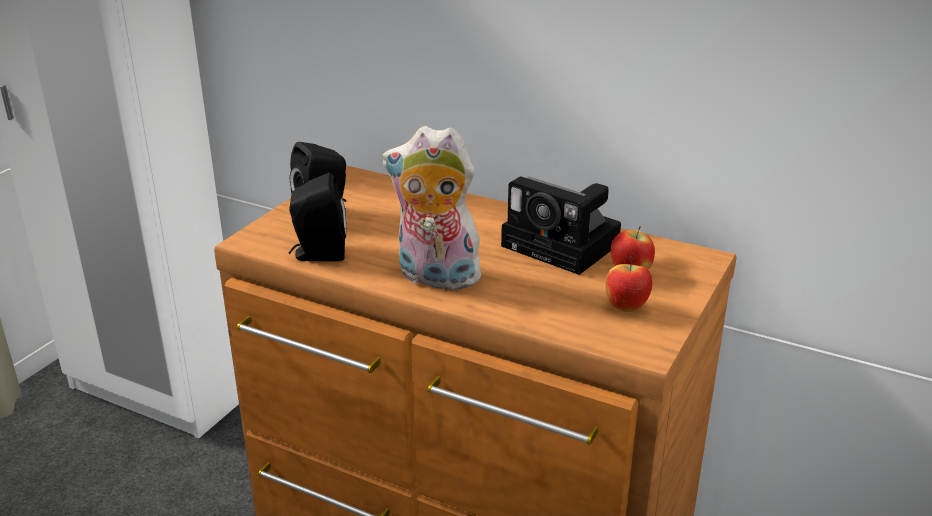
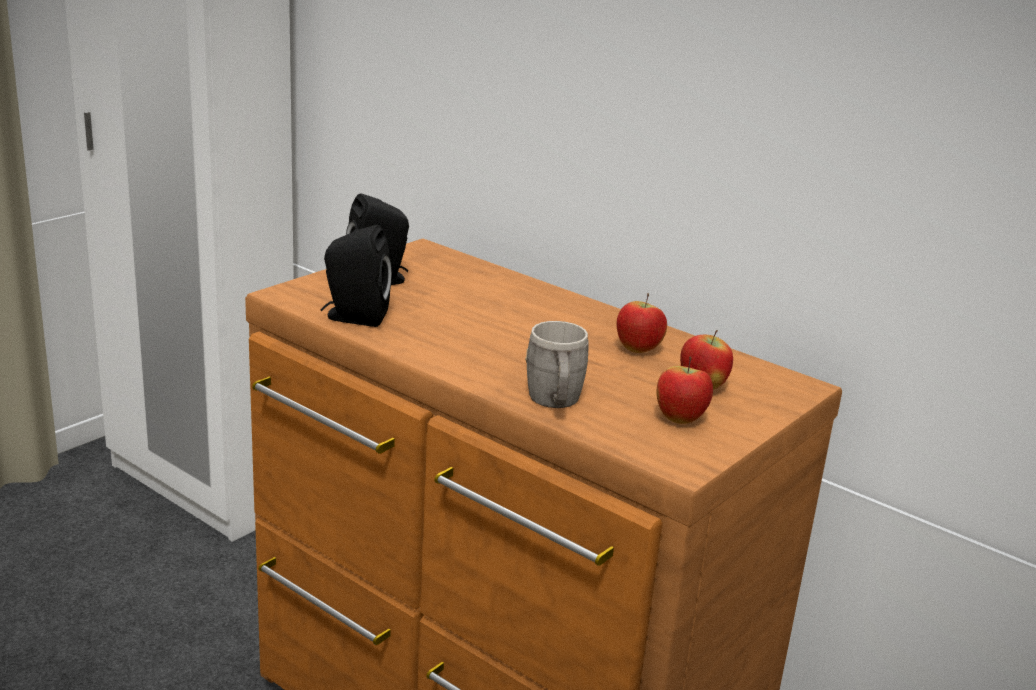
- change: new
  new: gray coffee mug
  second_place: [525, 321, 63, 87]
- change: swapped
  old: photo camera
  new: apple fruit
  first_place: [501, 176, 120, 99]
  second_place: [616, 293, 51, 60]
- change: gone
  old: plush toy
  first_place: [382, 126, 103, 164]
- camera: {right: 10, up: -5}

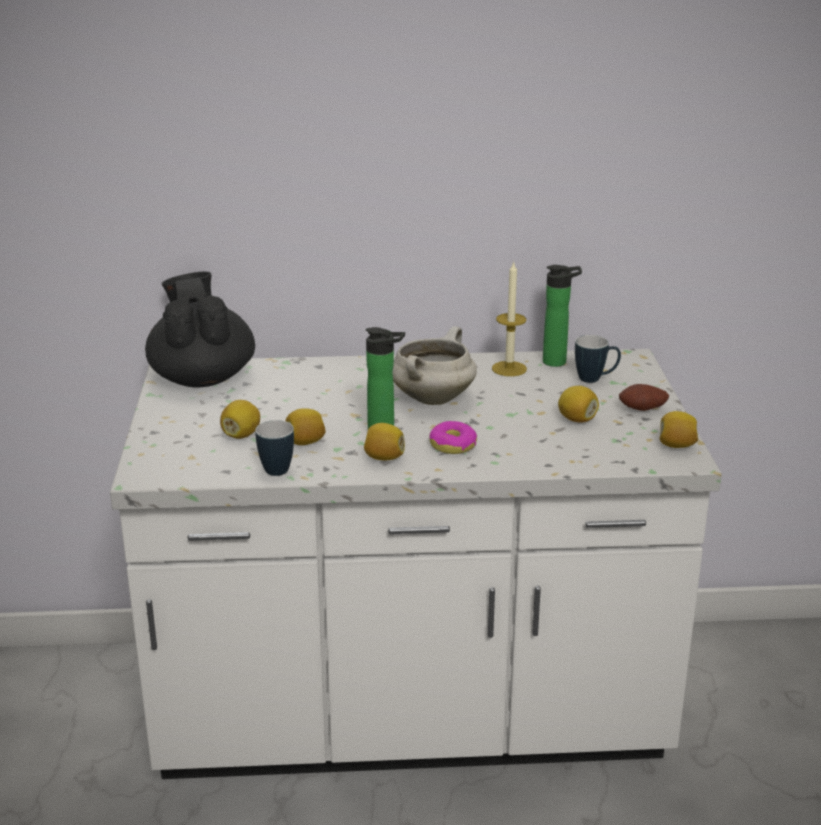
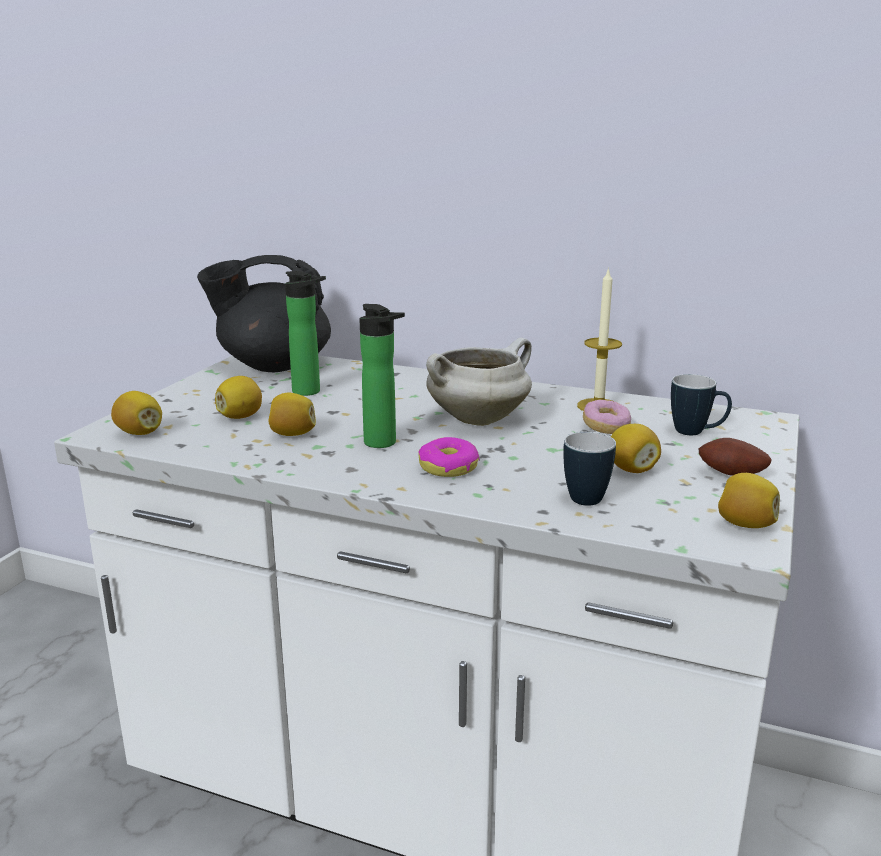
- change: shifted
  old: whole lemon
  first_place: [364, 423, 41, 37]
  second_place: [111, 391, 51, 44]
- change: rotated
  old: blackish pot for tea
  first_place: [145, 272, 110, 116]
  second_place: [197, 255, 134, 117]
  degrees: -105
- change: shifted
  old: beverage bottle
  first_place: [543, 265, 39, 102]
  second_place: [285, 271, 41, 125]
- change: shifted
  old: coffee mug
  first_place: [255, 420, 39, 56]
  second_place: [563, 432, 53, 74]
- change: new
  new: doughnut
  second_place: [583, 400, 48, 34]
- camera: {right: 25, up: -5}

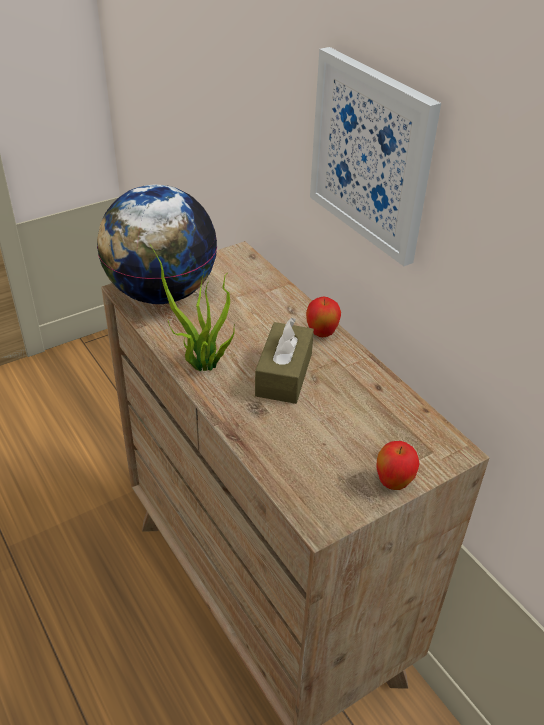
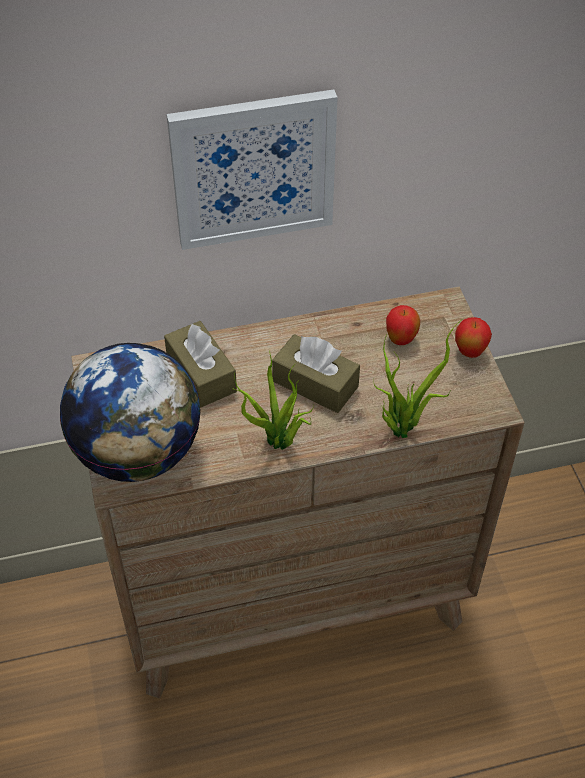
- change: new
  new: brownish tissue box
  second_place: [164, 321, 73, 86]
- change: new
  new: houseplant
  second_place: [373, 320, 88, 118]
- change: shifted
  old: apple fruit
  first_place: [306, 296, 35, 41]
  second_place: [386, 305, 34, 40]
- camera: {right: -70, up: 10}

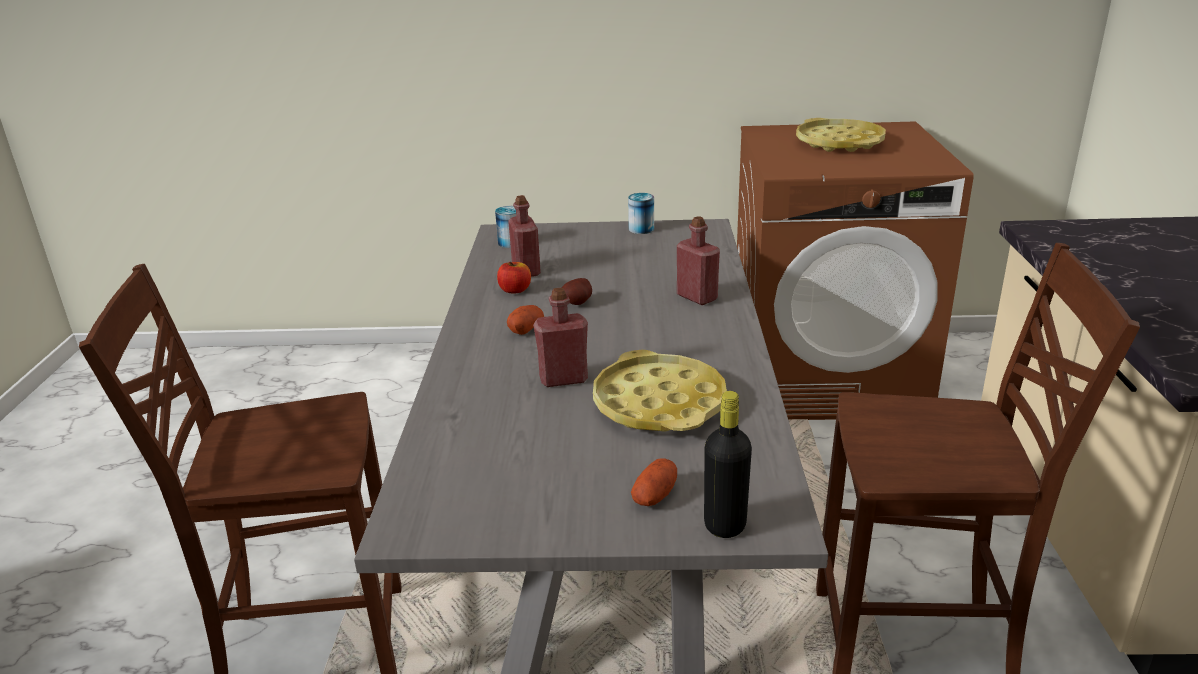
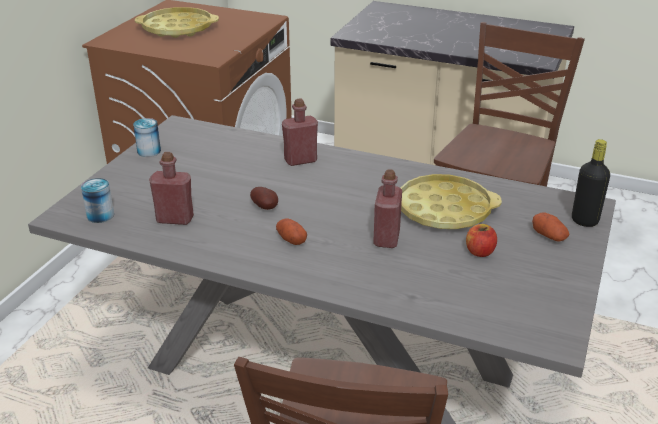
- change: shifted
  old: apple fruit
  first_place: [497, 262, 34, 31]
  second_place: [466, 224, 31, 33]
- camera: {right: -70, up: 5}

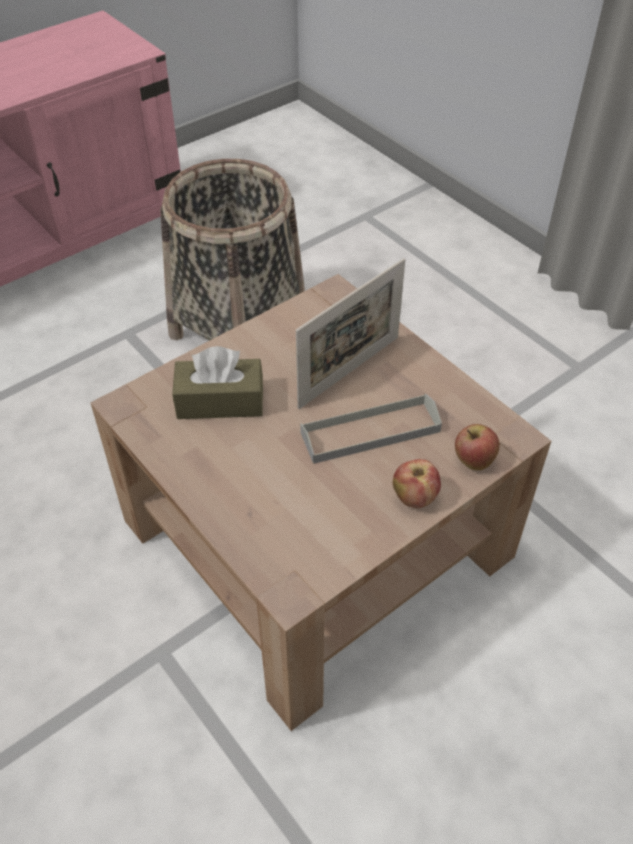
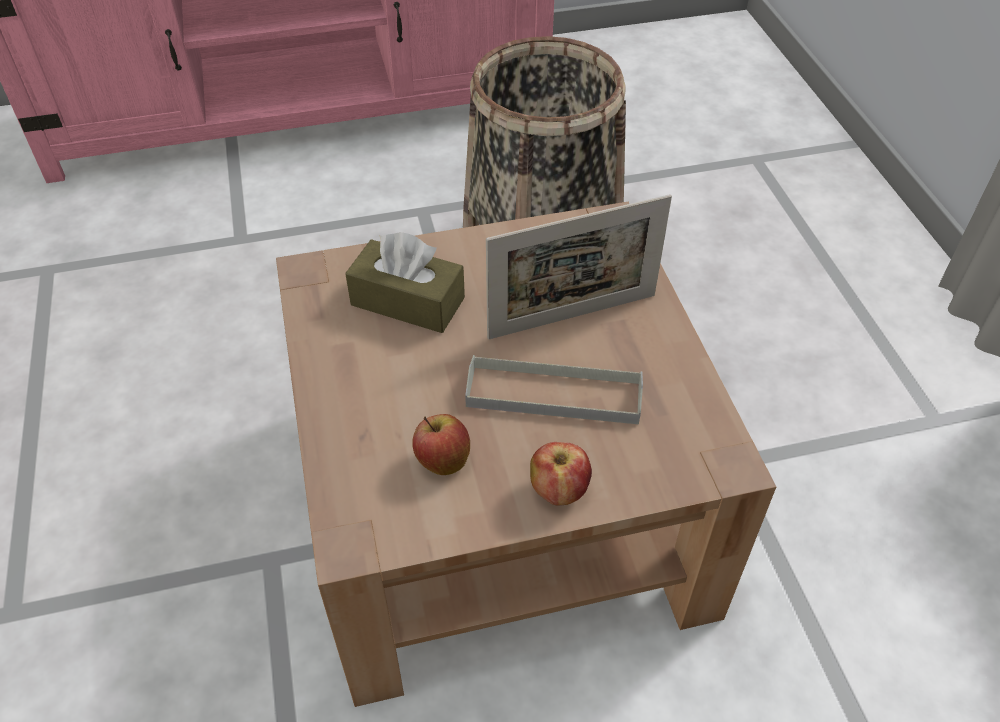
- change: shifted
  old: apple fruit
  first_place: [455, 424, 45, 46]
  second_place: [412, 414, 58, 61]
- camera: {right: 25, up: 0}

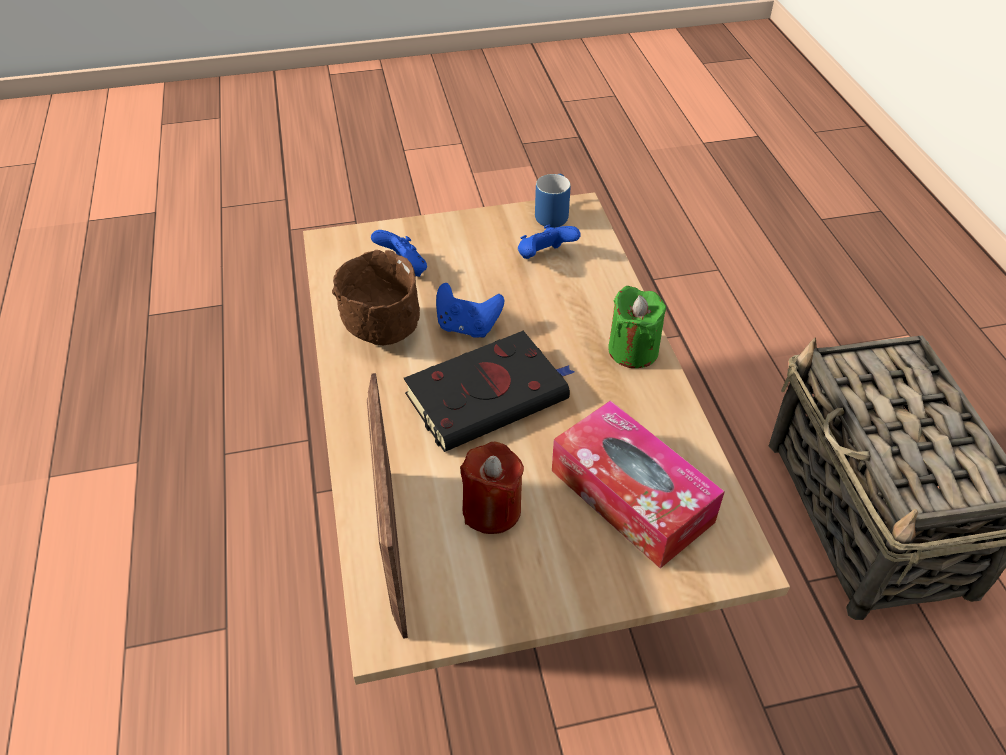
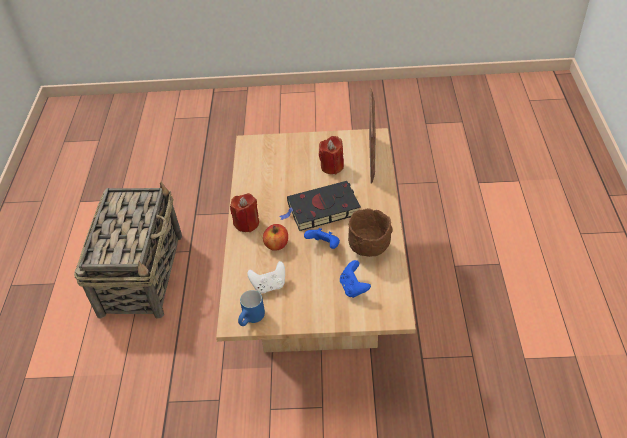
- change: repainted
  old: greenish wax candle
  new: reddish wax candle
  first_place: [608, 286, 58, 82]
  second_place: [230, 193, 29, 39]
- change: repainted
  old: blue joypad
  new: whitish joypad
  first_place: [518, 224, 63, 35]
  second_place: [247, 261, 38, 32]
- change: new
  new: apple fruit
  second_place: [263, 224, 25, 27]
- change: gone
  old: tissue box
  first_place: [552, 400, 173, 168]
- camera: {right: -165, up: 0}

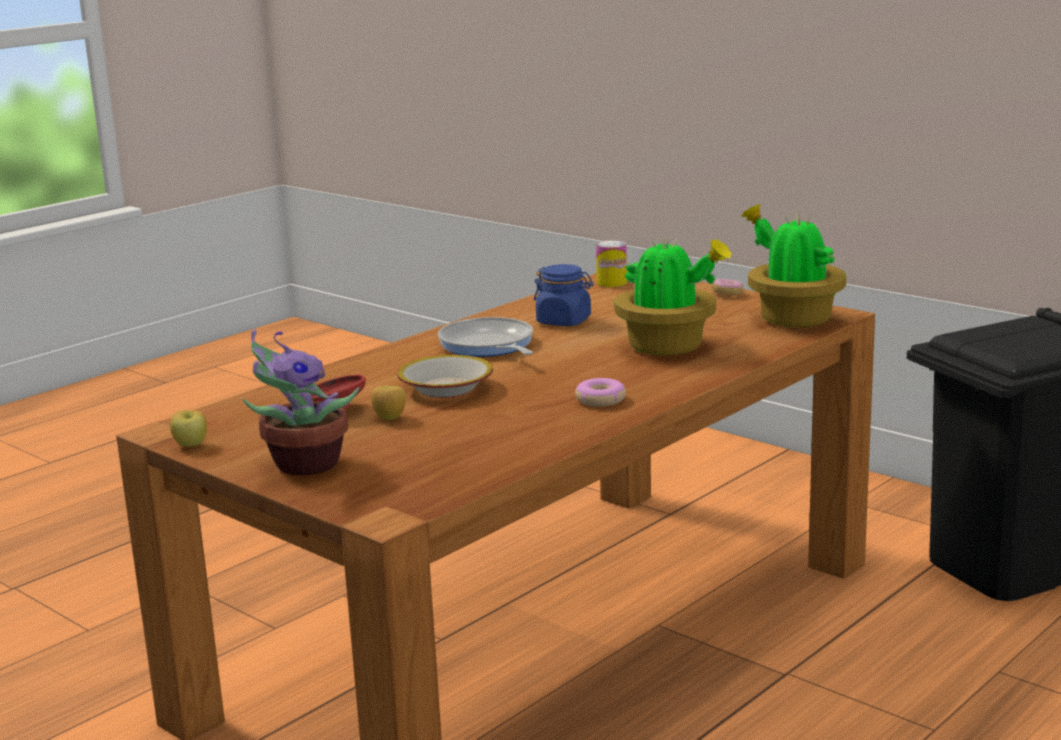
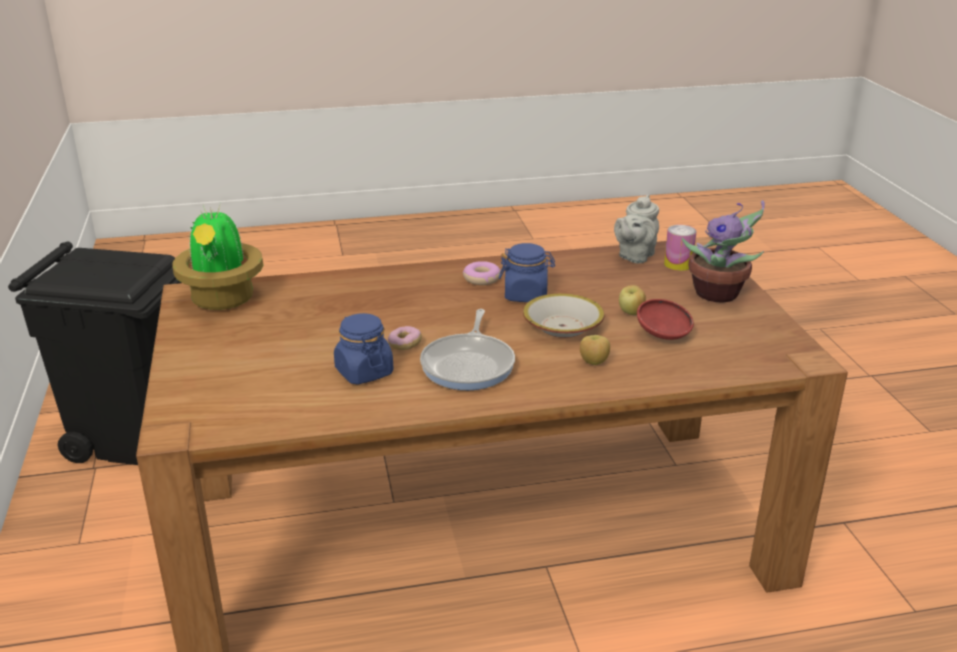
- change: shifted
  old: doughnut
  first_place: [712, 279, 32, 16]
  second_place: [388, 326, 34, 24]
- change: new
  new: blue storage jar
  second_place: [499, 243, 56, 59]
- change: shifted
  old: apple fruit
  first_place: [170, 410, 37, 37]
  second_place: [580, 335, 30, 30]
- change: new
  new: gray pot for tea
  second_place: [614, 194, 45, 69]
- change: shifted
  old: sealed can
  first_place: [596, 240, 31, 47]
  second_place: [664, 225, 33, 46]
- change: gone
  old: houseplant
  first_place: [614, 236, 118, 120]
- camera: {right: -145, up: 10}

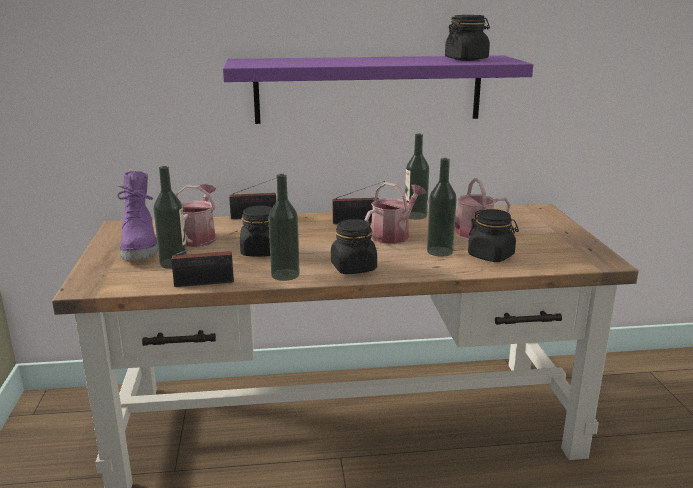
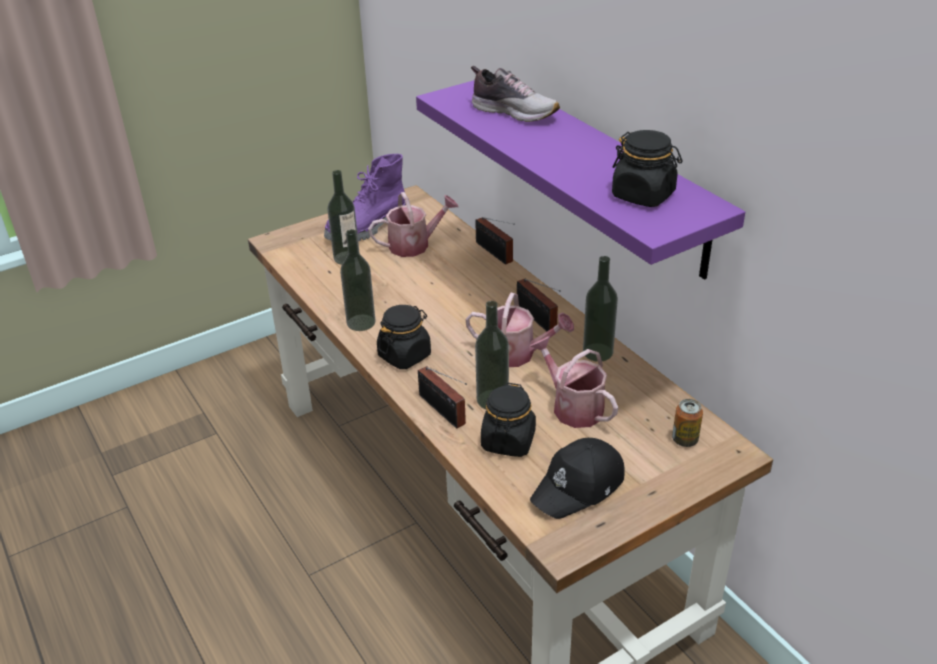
- change: shifted
  old: radio
  first_place: [171, 231, 66, 56]
  second_place: [418, 366, 49, 62]
- change: new
  new: low shoe
  second_place: [471, 65, 89, 57]
- change: new
  new: blackish cap
  second_place: [530, 438, 95, 81]
- change: new
  new: sealed can
  second_place: [672, 399, 31, 48]
- change: gone
  old: blackish storage jar
  first_place: [240, 206, 32, 51]
- camera: {right: 65, up: 15}

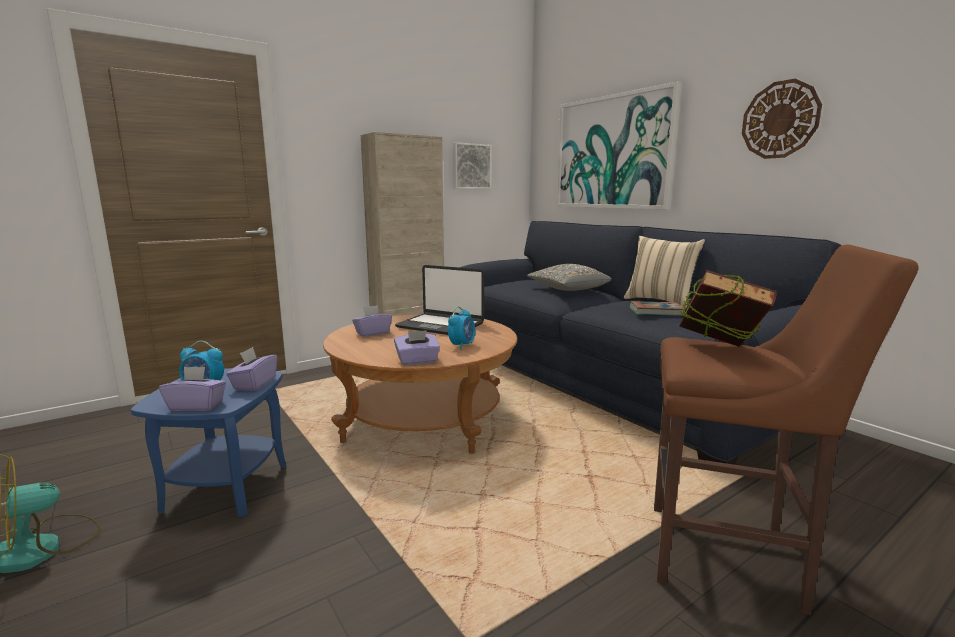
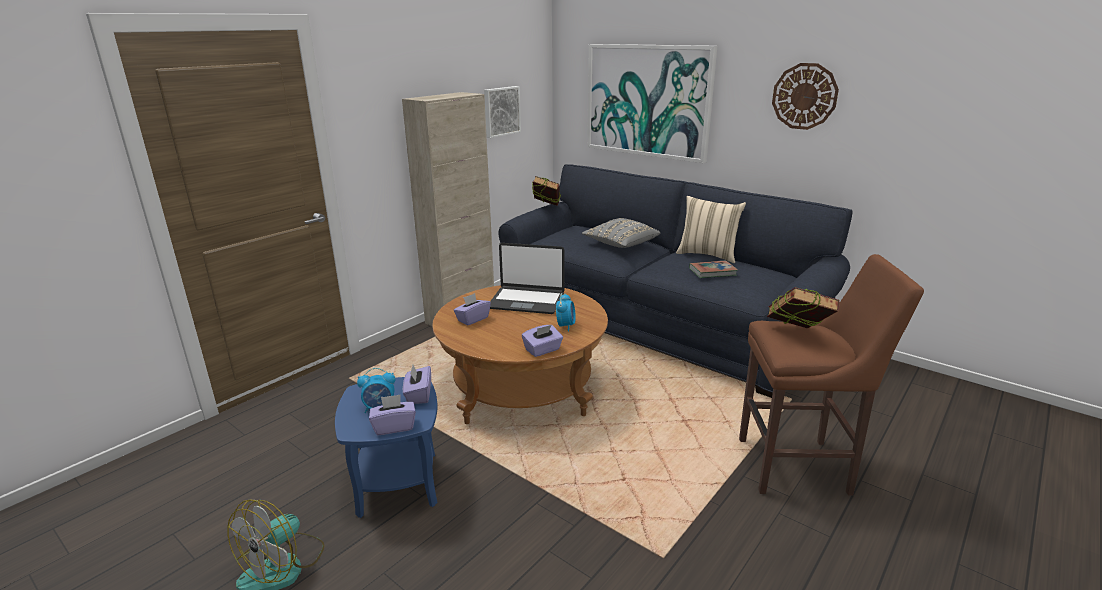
- change: new
  new: volume
  second_place: [532, 176, 29, 30]
- camera: {right: -15, up: 10}

